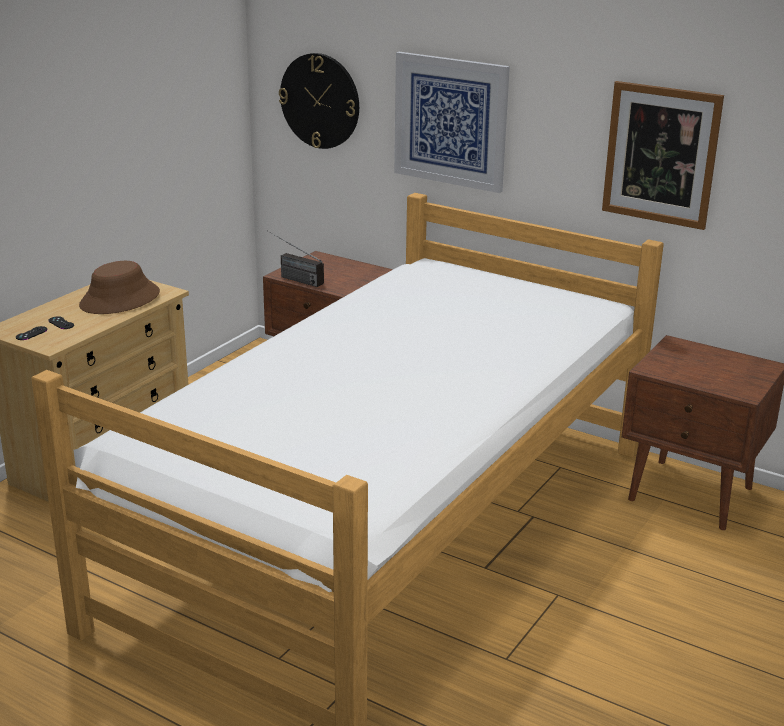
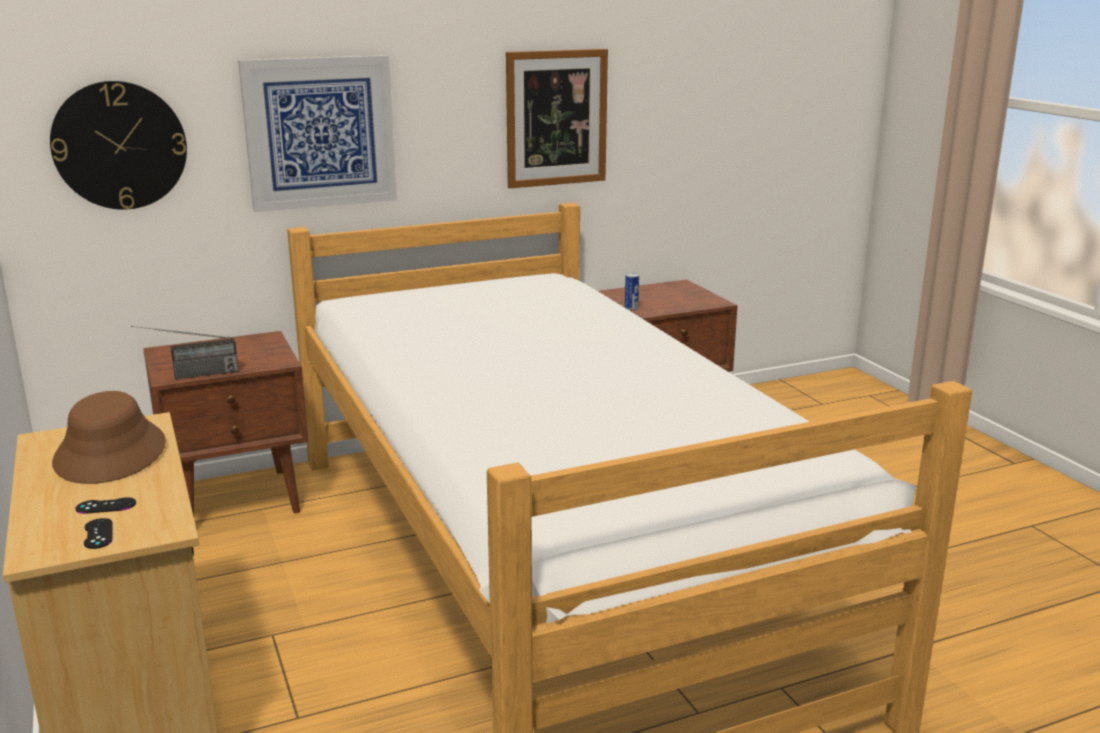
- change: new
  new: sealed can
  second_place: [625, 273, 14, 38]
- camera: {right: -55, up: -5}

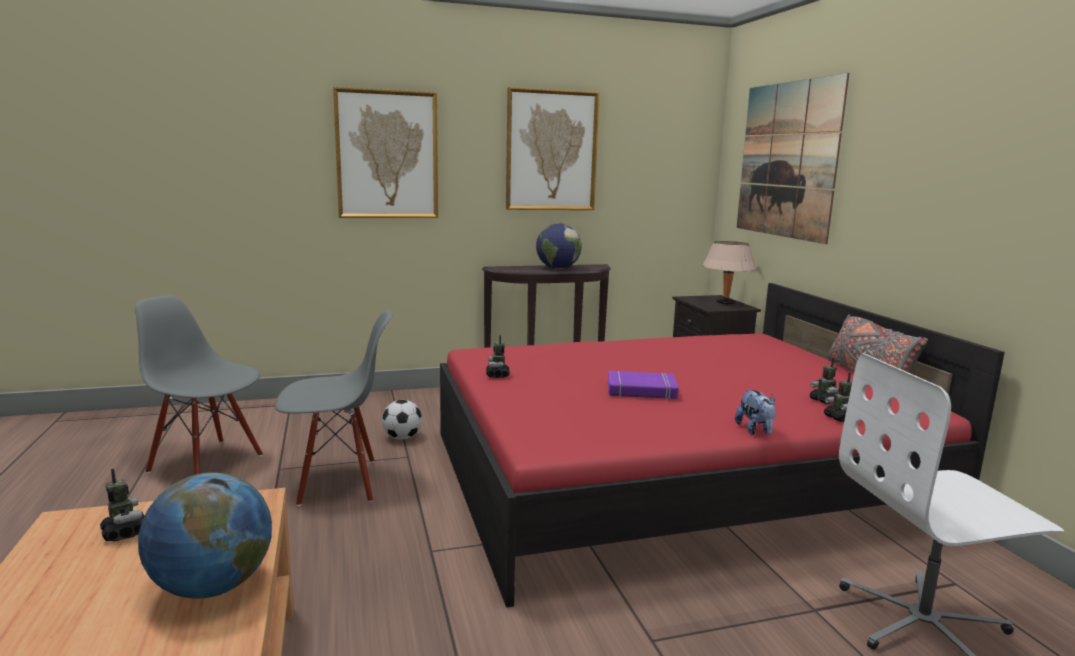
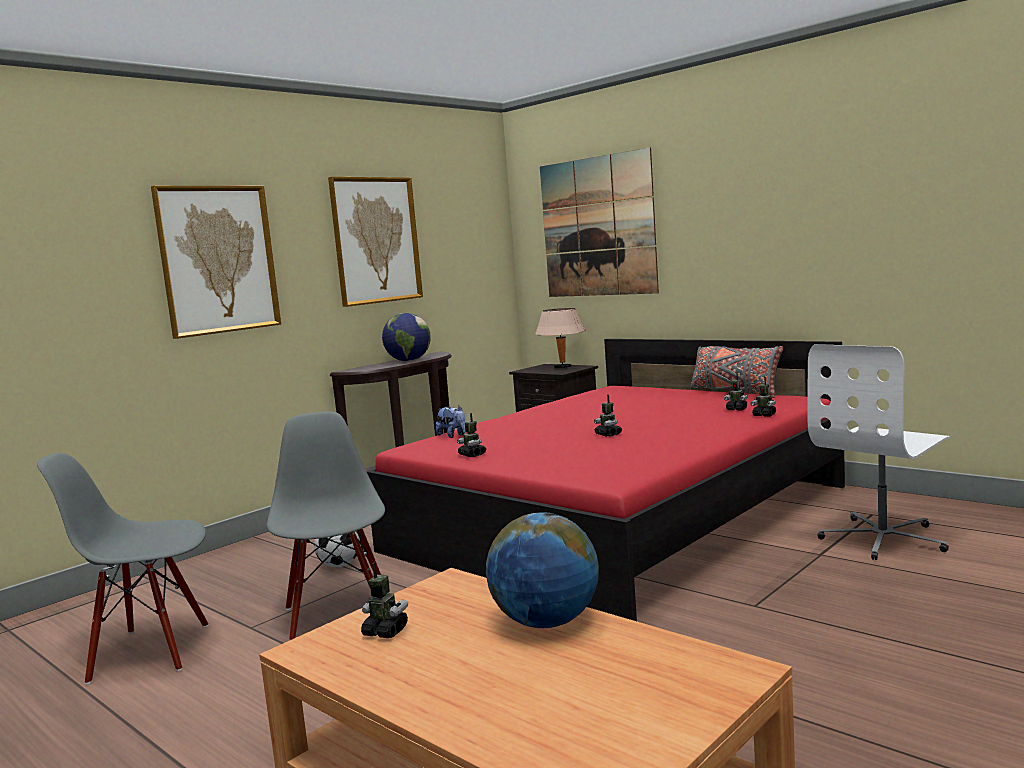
- change: rotated
  old: gray plain chair
  first_place: [275, 311, 118, 195]
  second_place: [267, 411, 118, 229]
  degrees: -60
- change: shifted
  old: plush toy
  first_place: [735, 389, 41, 46]
  second_place: [436, 406, 30, 32]
- change: swapped
  old: purple volume
  new: model robot
  first_place: [608, 371, 71, 28]
  second_place: [594, 394, 28, 43]
- camera: {right: -30, up: -5}

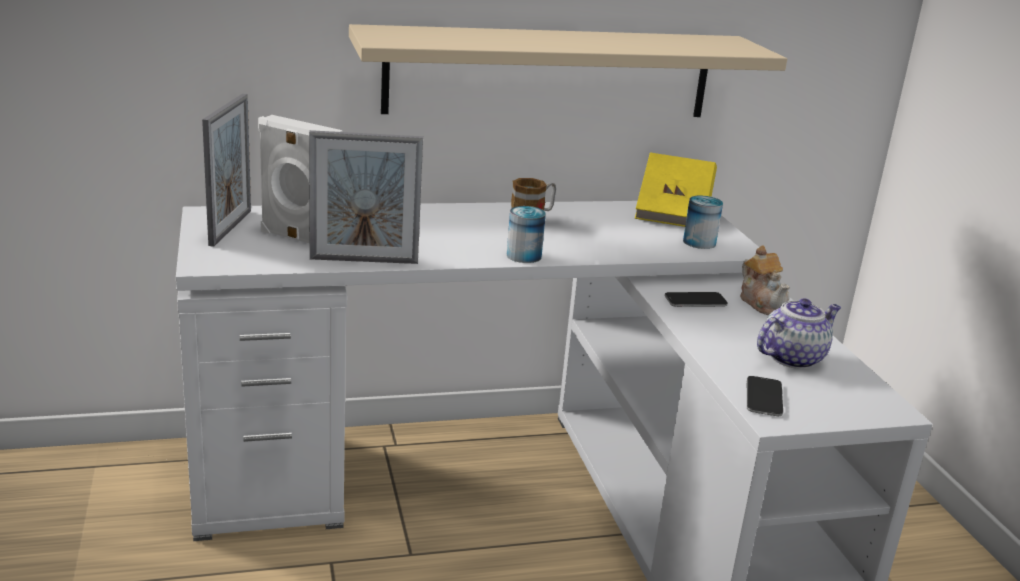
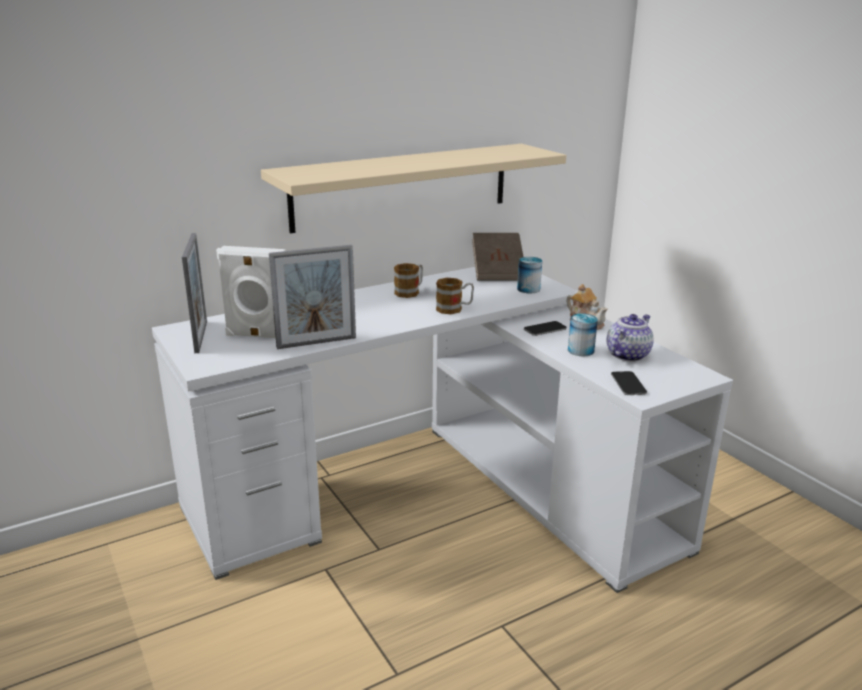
- change: new
  new: coffee mug
  second_place: [436, 278, 38, 36]
- change: repainted
  old: yellow volume
  new: brownish volume
  first_place: [635, 153, 82, 74]
  second_place: [472, 233, 51, 47]
- change: shifted
  old: sealed can
  first_place: [507, 206, 39, 57]
  second_place: [568, 313, 30, 43]
- camera: {right: -15, up: 0}

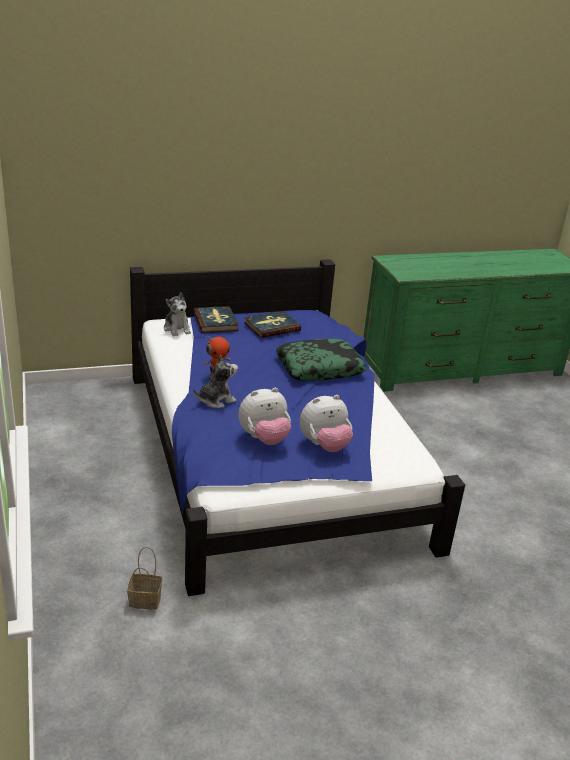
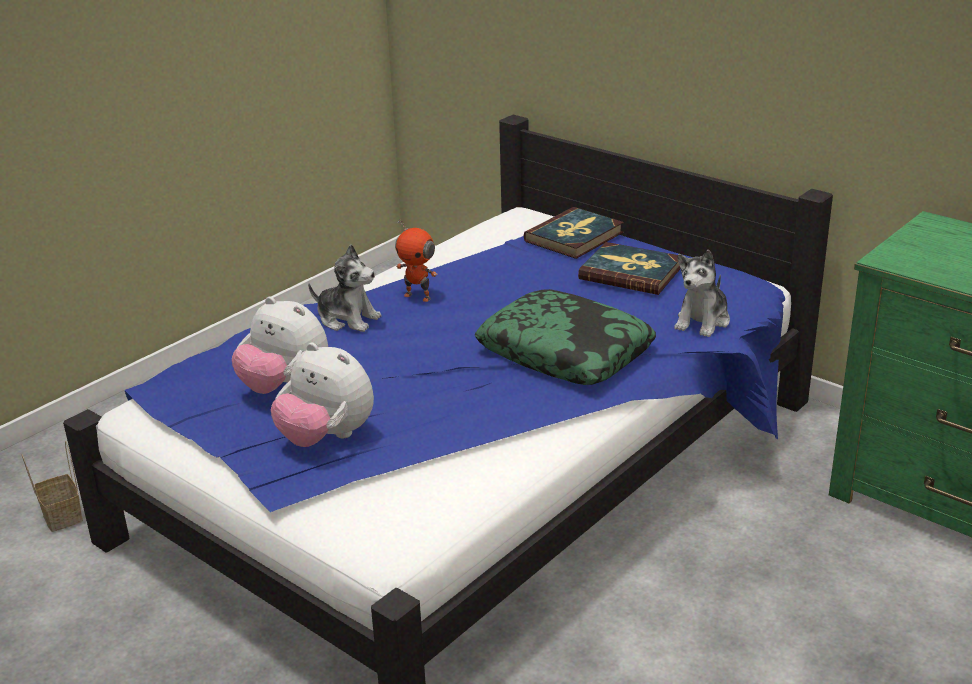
- change: shifted
  old: plush toy
  first_place: [164, 292, 27, 44]
  second_place: [674, 250, 56, 87]
- camera: {right: 60, up: 0}

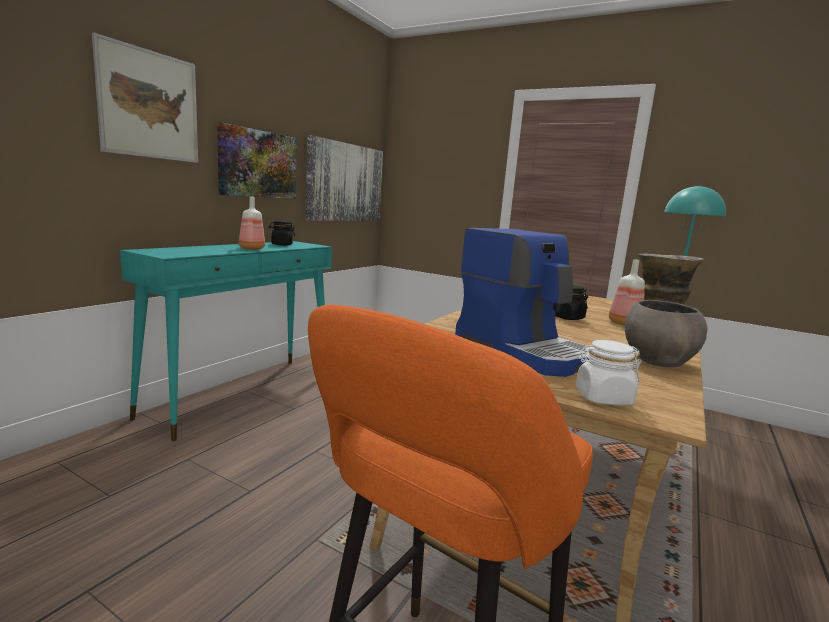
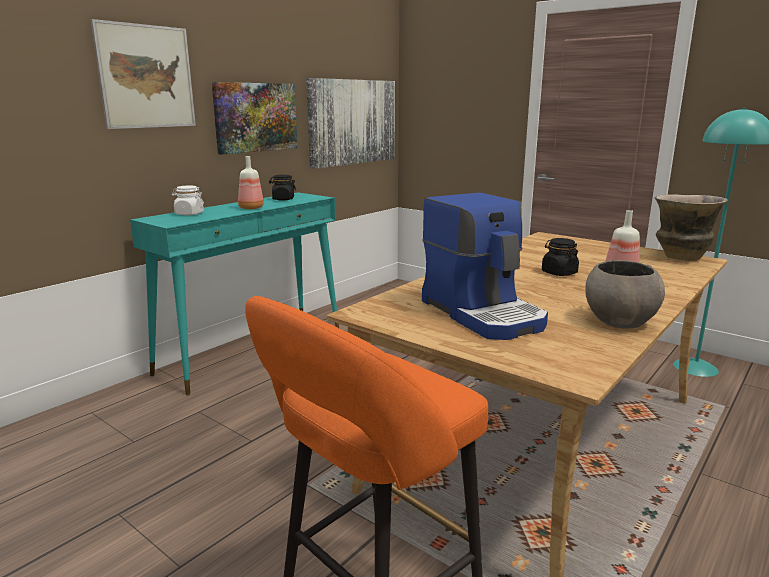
- change: shifted
  old: whitish storage jar
  first_place: [576, 340, 66, 65]
  second_place: [172, 185, 32, 30]
- camera: {right: 10, up: 5}

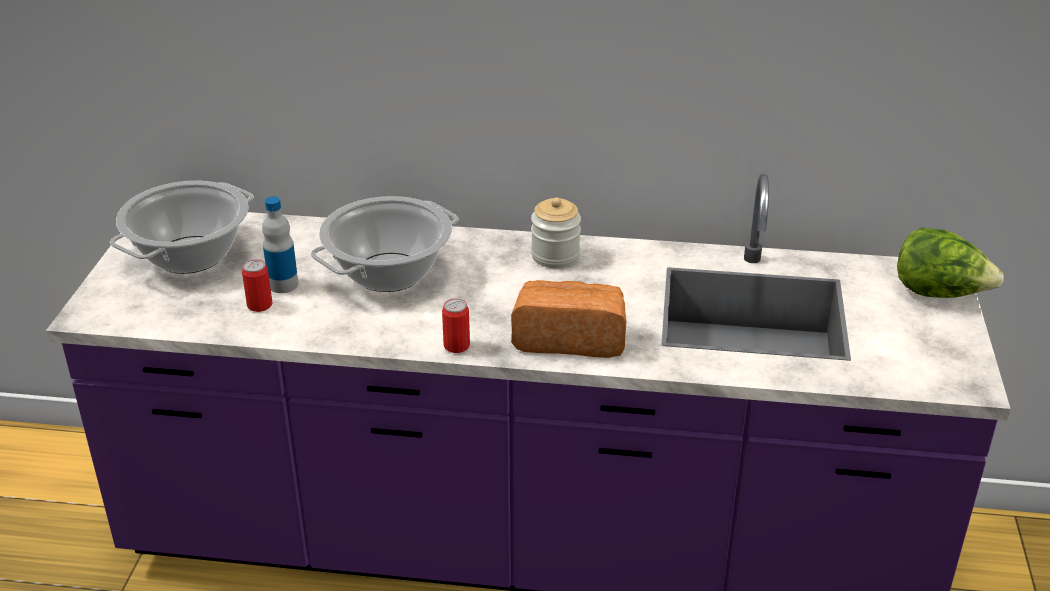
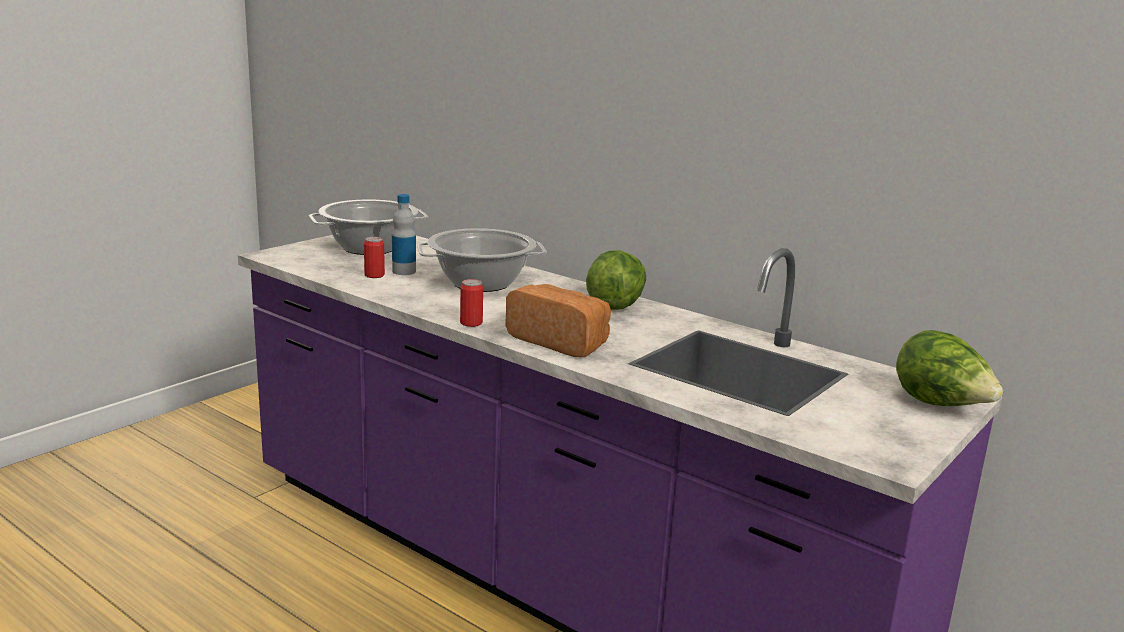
- change: swapped
  old: storage jar
  new: lettuce head
  first_place: [531, 197, 50, 71]
  second_place: [586, 250, 60, 60]
- camera: {right: 30, up: -15}

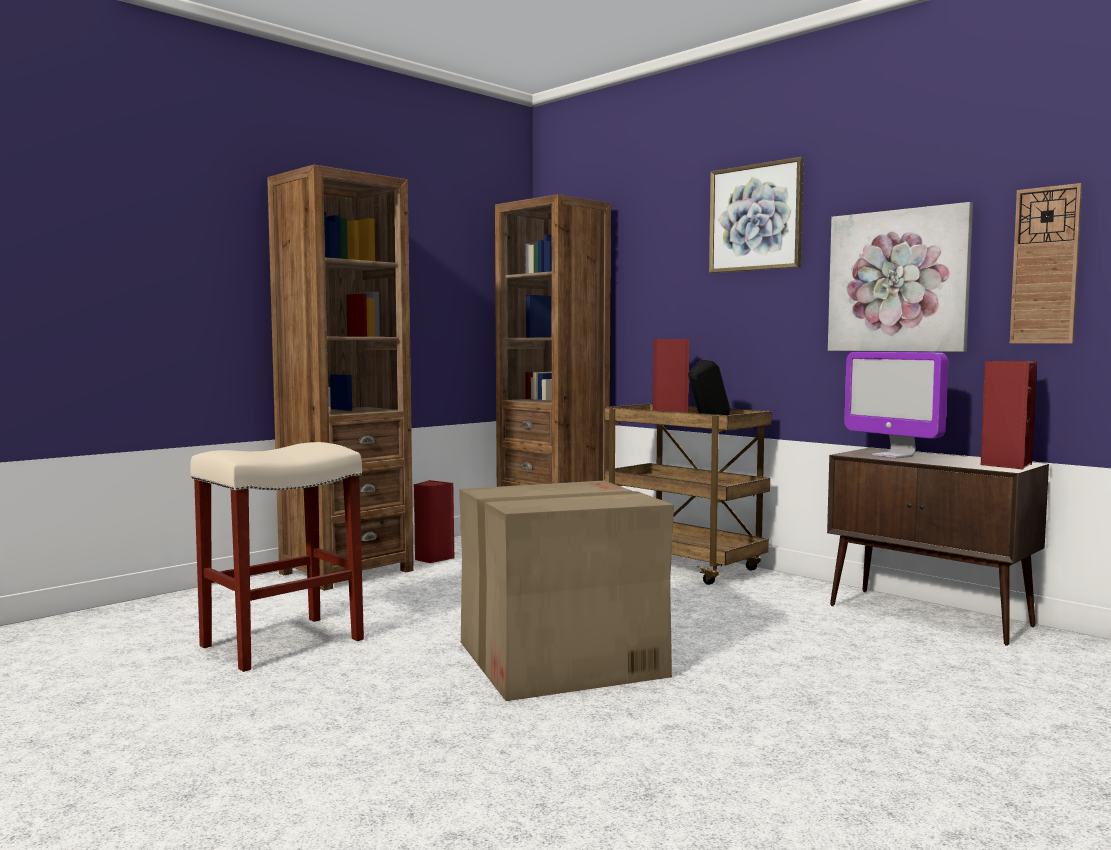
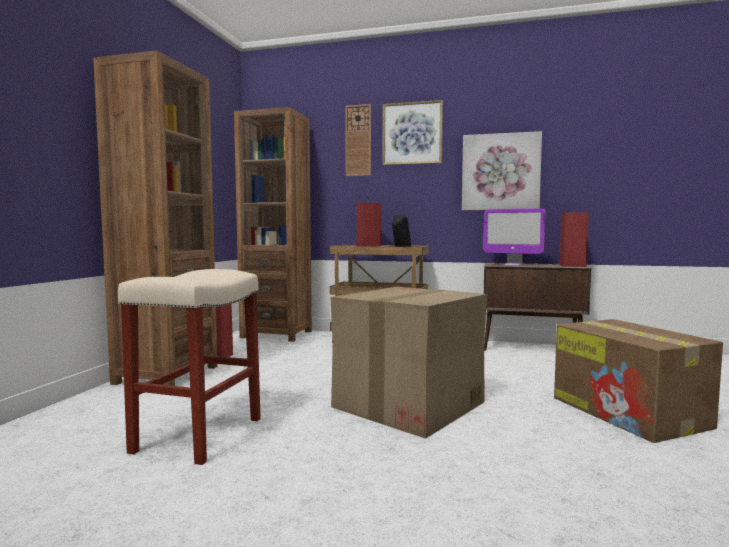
- change: shifted
  old: clock on the wall
  first_place: [1010, 183, 72, 160]
  second_place: [345, 104, 26, 72]
- change: new
  new: cardboard box
  second_place: [554, 319, 169, 124]
- camera: {right: -30, up: 0}

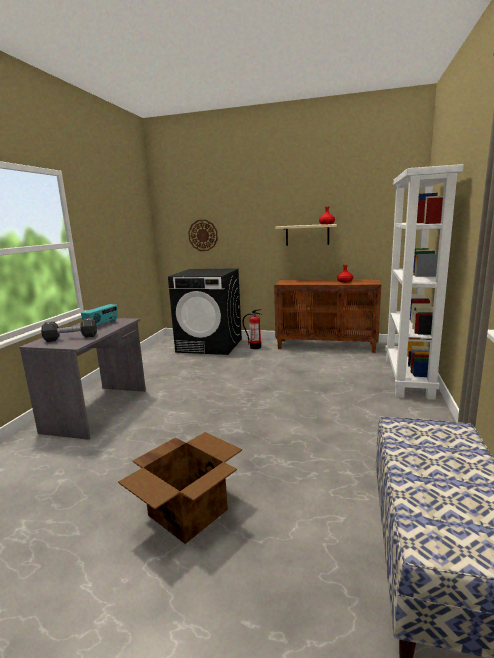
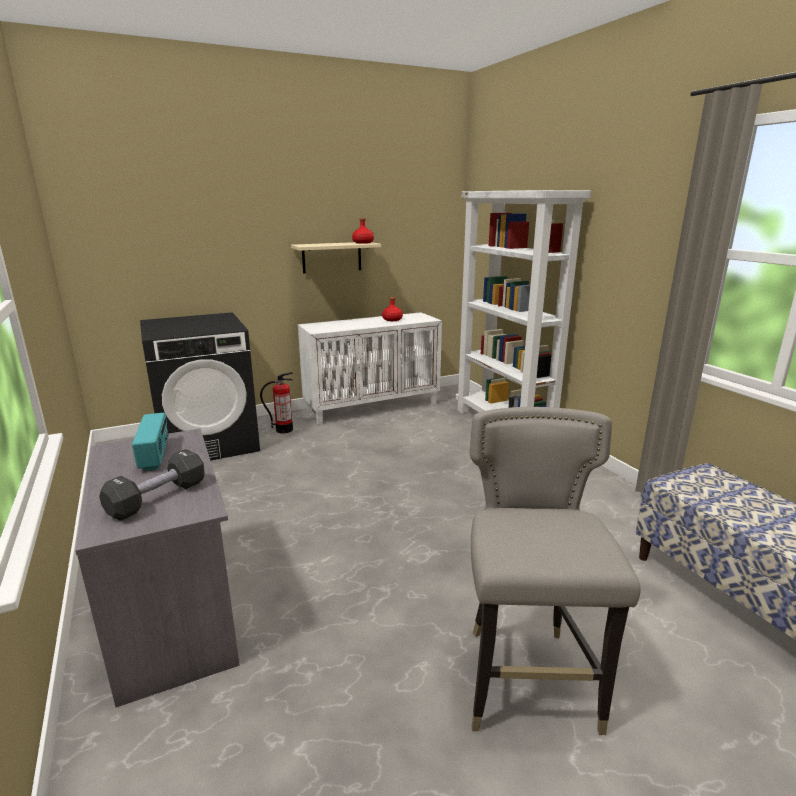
- change: repainted
  old: brownish cabinet
  new: whitish cabinet
  first_place: [274, 279, 107, 74]
  second_place: [298, 312, 144, 113]
- change: swapped
  old: cardboard box
  new: gray stool seat
  first_place: [118, 432, 124, 112]
  second_place: [469, 407, 172, 328]
- change: gone
  old: clock on the wall
  first_place: [188, 220, 30, 31]
- camera: {right: -40, up: 5}

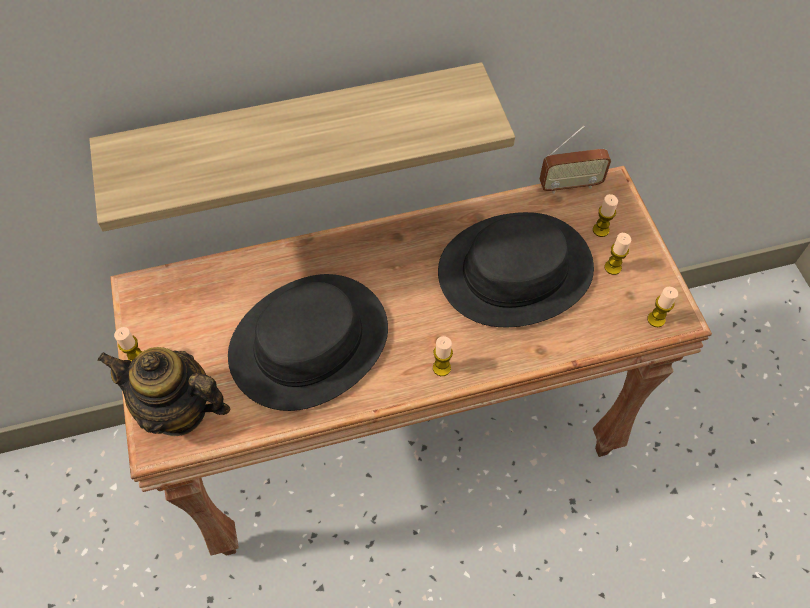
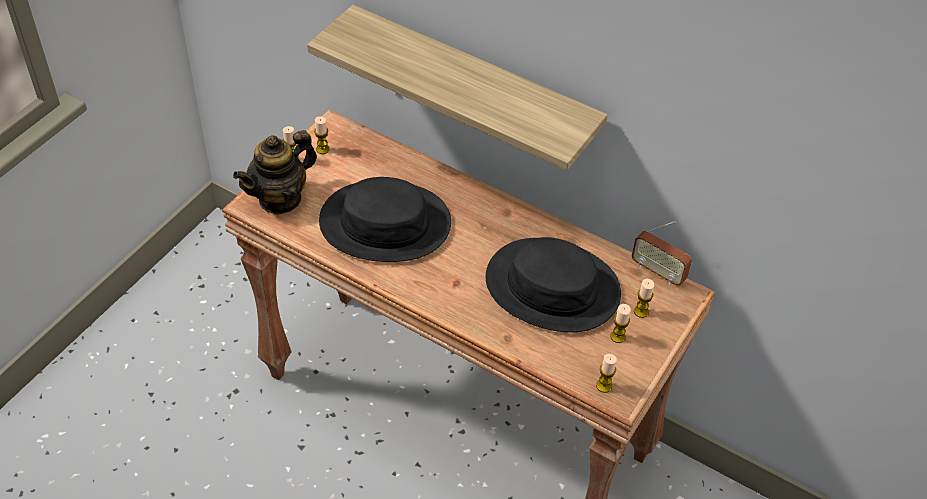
- change: rotated
  old: pot for tea
  first_place: [98, 347, 133, 89]
  second_place: [233, 130, 84, 85]
  degrees: -105
- change: shifted
  old: wax candle
  first_place: [433, 336, 20, 40]
  second_place: [314, 116, 16, 38]
- camera: {right: 45, up: -10}

